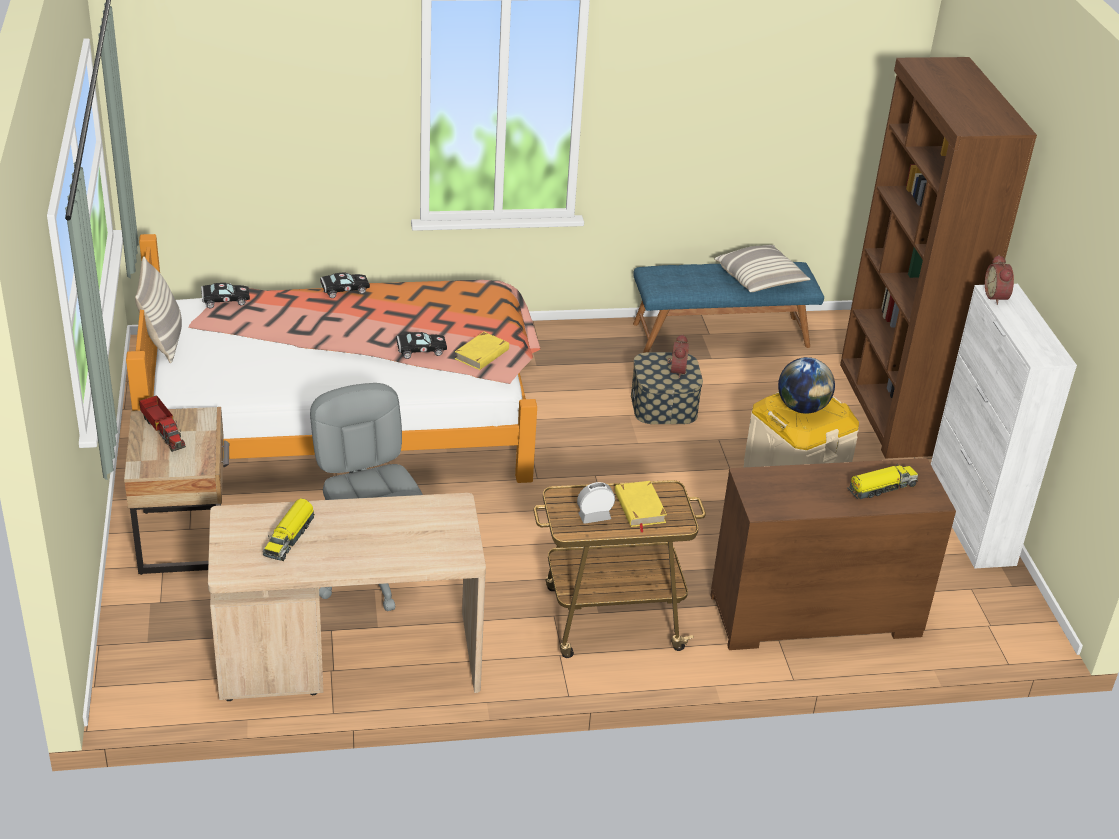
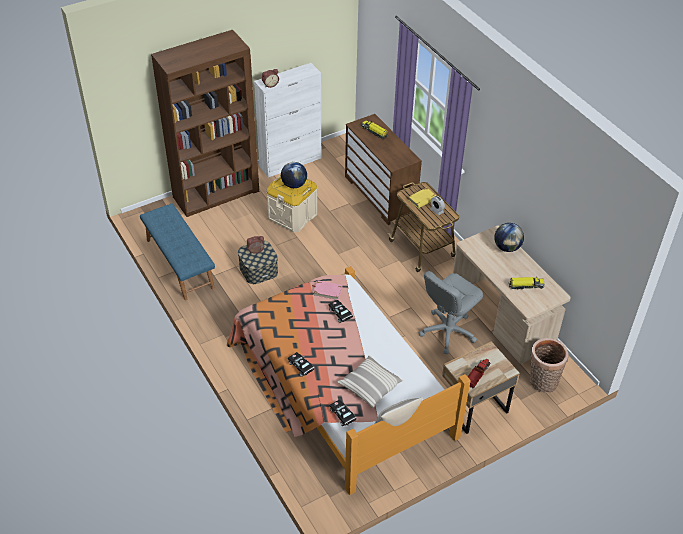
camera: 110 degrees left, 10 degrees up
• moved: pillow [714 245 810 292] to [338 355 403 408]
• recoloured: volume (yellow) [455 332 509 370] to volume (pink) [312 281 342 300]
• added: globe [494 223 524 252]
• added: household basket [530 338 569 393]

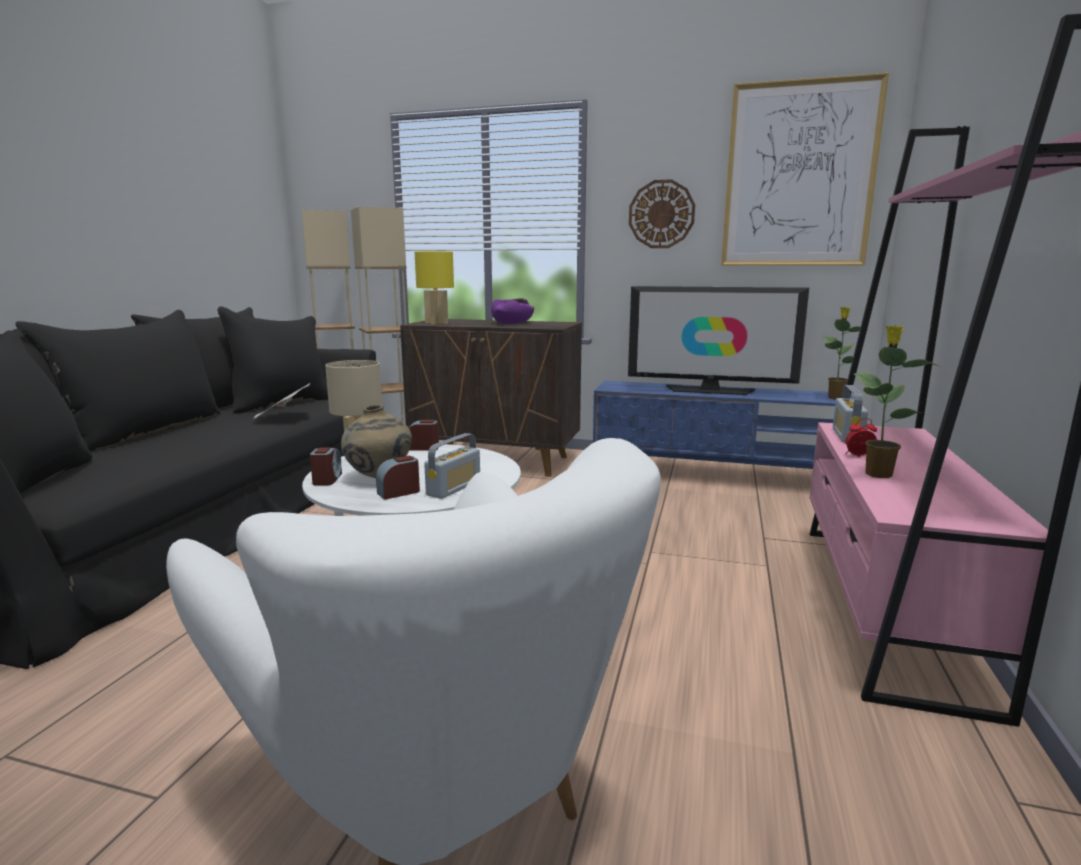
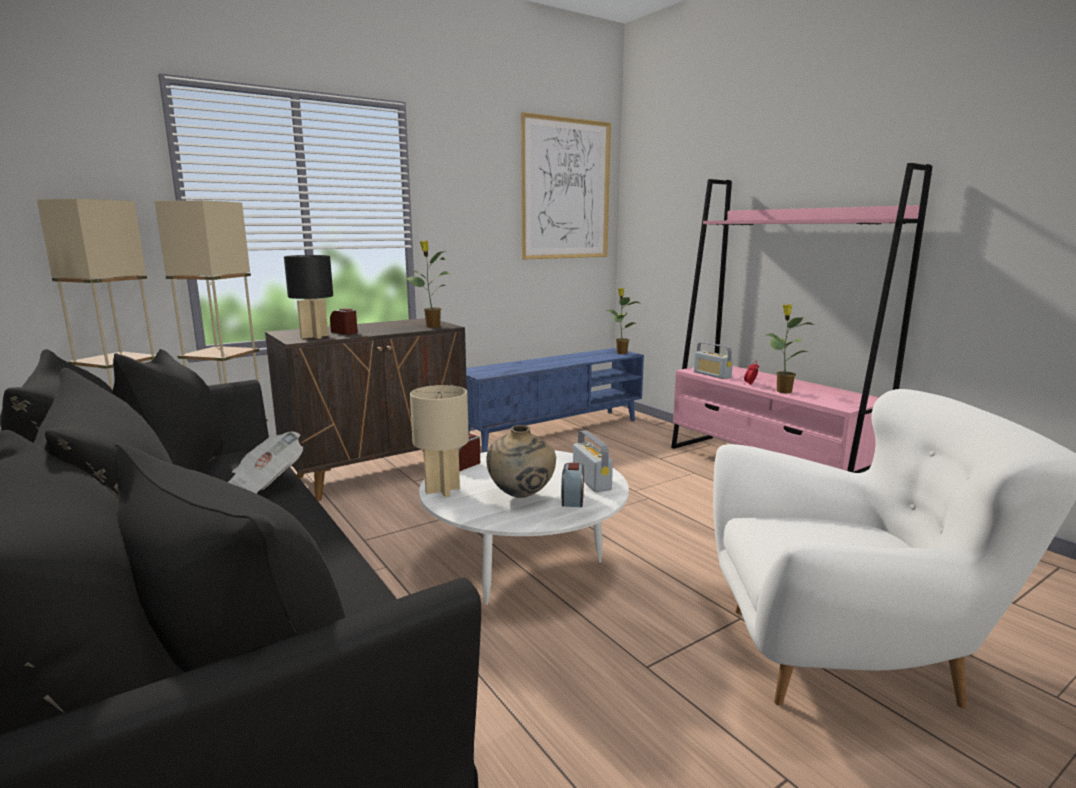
camera: 50 degrees left, 0 degrees up
• removed: hanging clock [629 179 695 248]
• recoloured: tabletop lamp (yellow) [415 251 454 325] to tabletop lamp (blackish) [284 255 333 339]
• removed: television [628 286 809 395]
• removed: bowl (purple) [491 298 534 324]
• moved: table clock [310 447 342 486] to [330 308 358 335]
• added: plant in a pot [406 241 451 328]

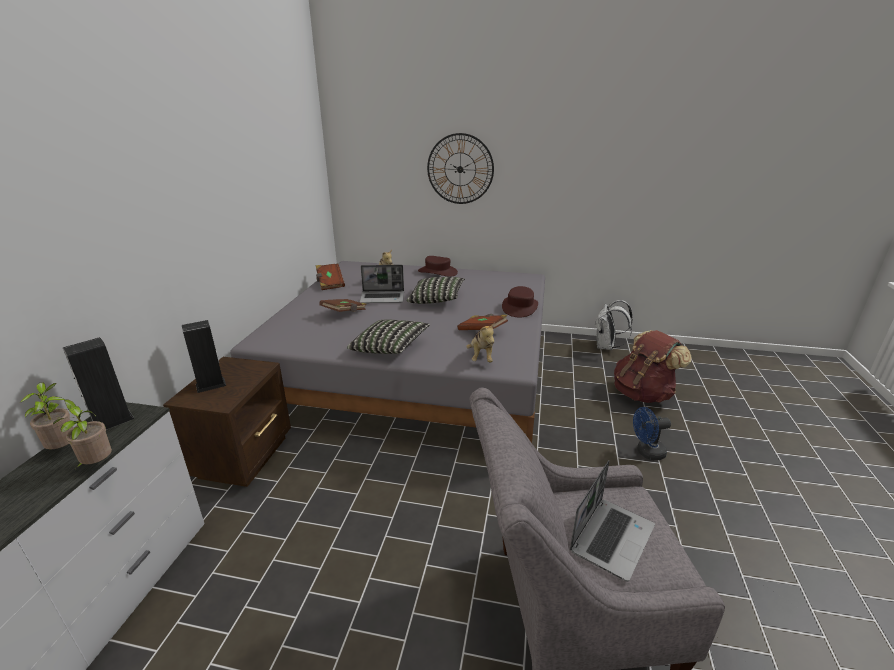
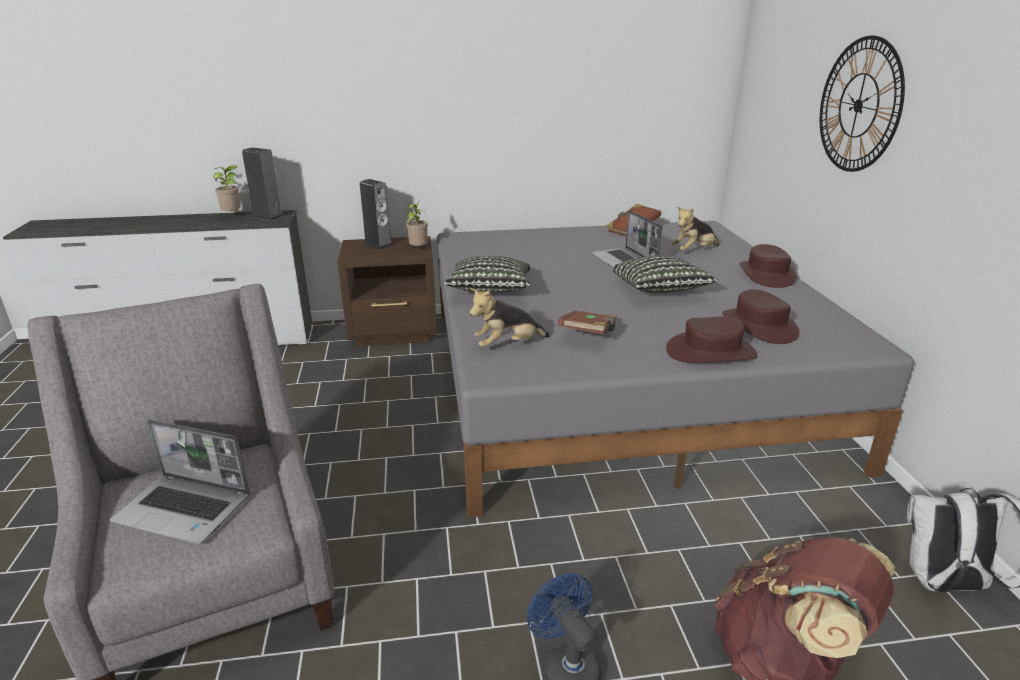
camera: 70 degrees right, 0 degrees up
• removed: volume (brownish) [319 299 367 312]
• moved: plant in a pot [47 399 112 468] to [406 201 428 246]
• added: wearable hat (brownish) [722 289 800 344]

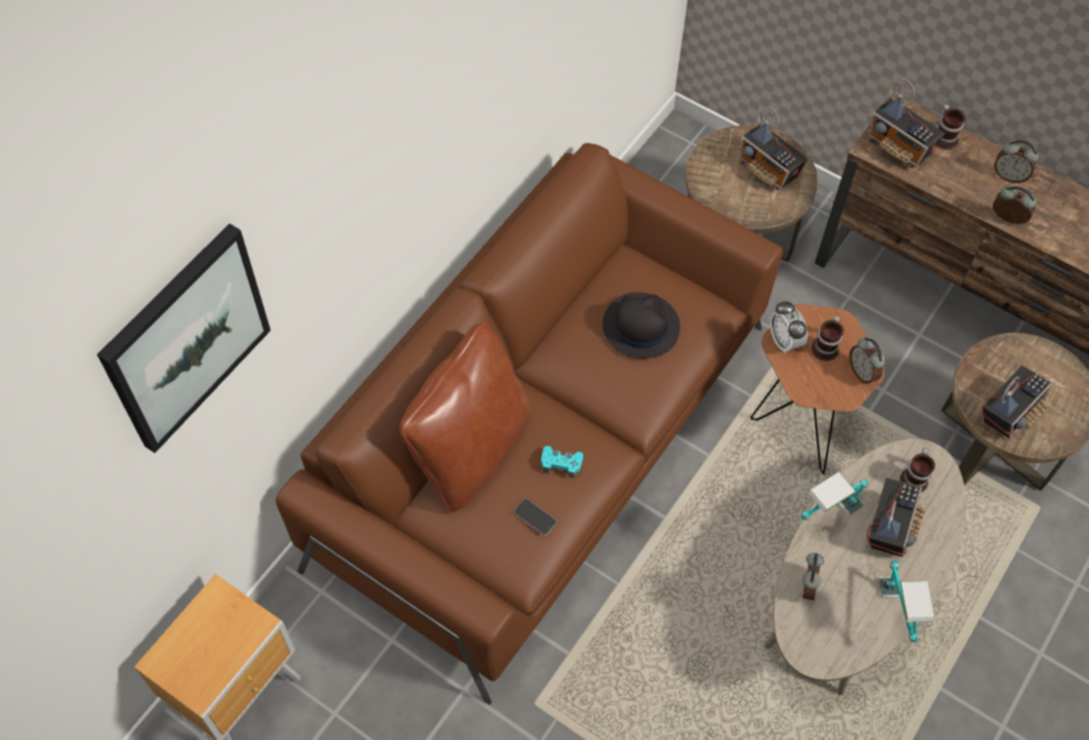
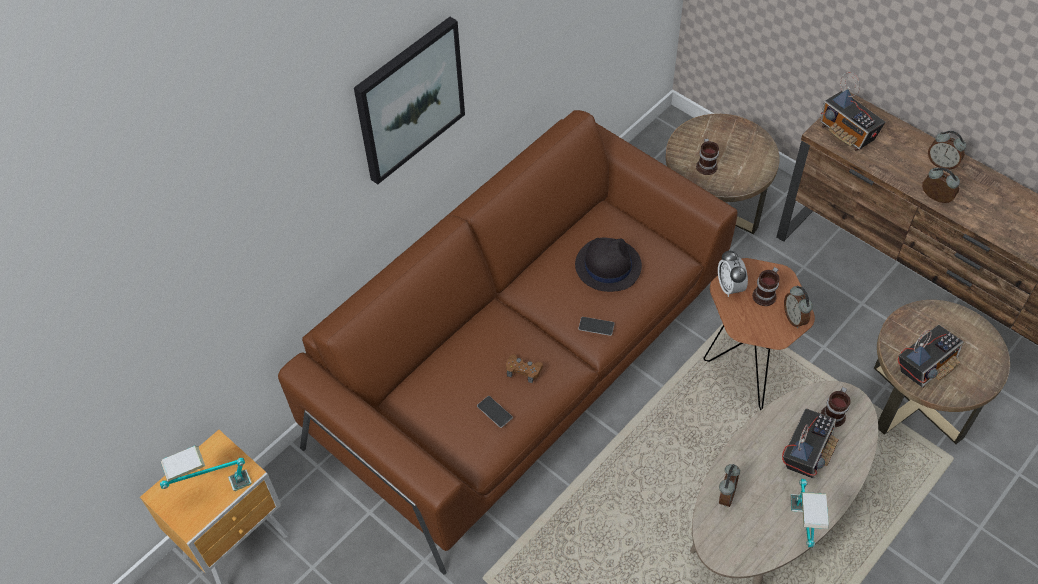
camera: 10 degrees right, 5 degrees down
• moved: mug [937 104 965 150] to [696 138 719 175]
• removed: radio receiver [739 106 808 190]
• moved: picture [97 223 271 453] to [354 17 465 185]
• removed: pillow (brownish) [399 322 530 513]
• recoloured: gamepad (turquoise) [541 446 583 478] to gamepad (brownish) [506 355 543 383]
• moved: tabletop lamp [801 472 868 520] to [160 446 252 491]
• added: handset [579 317 615 336]

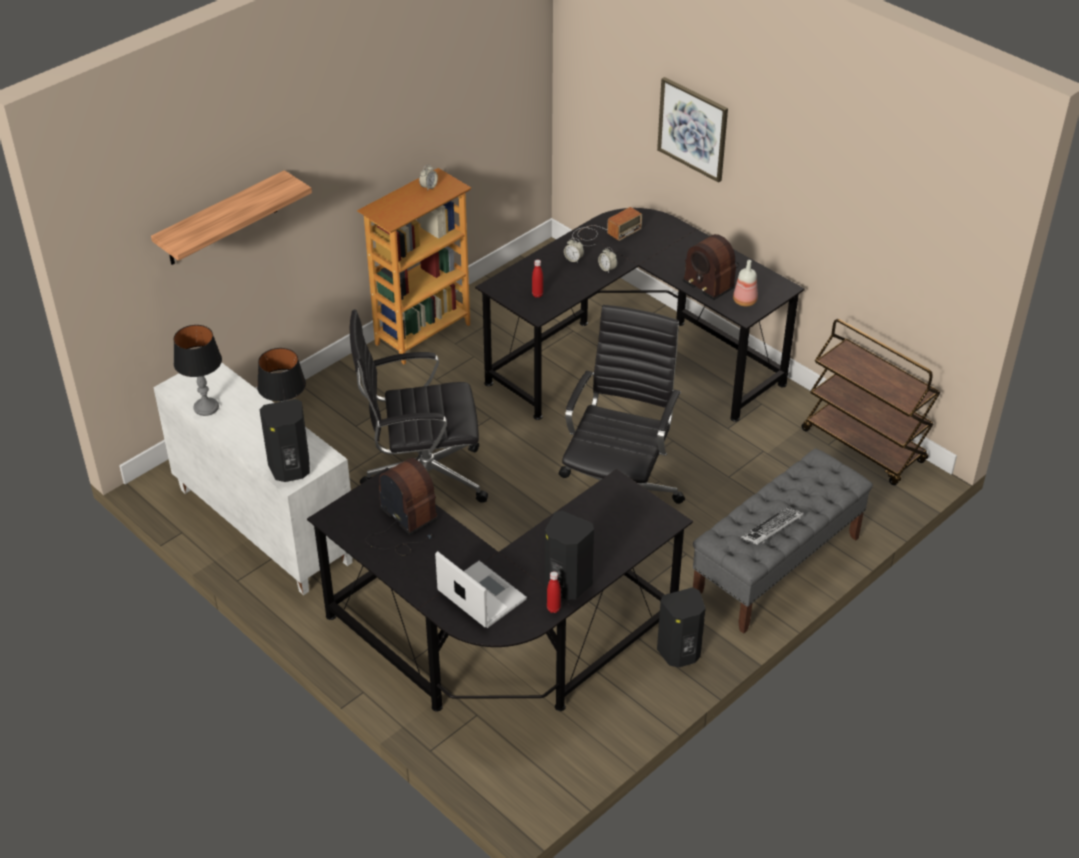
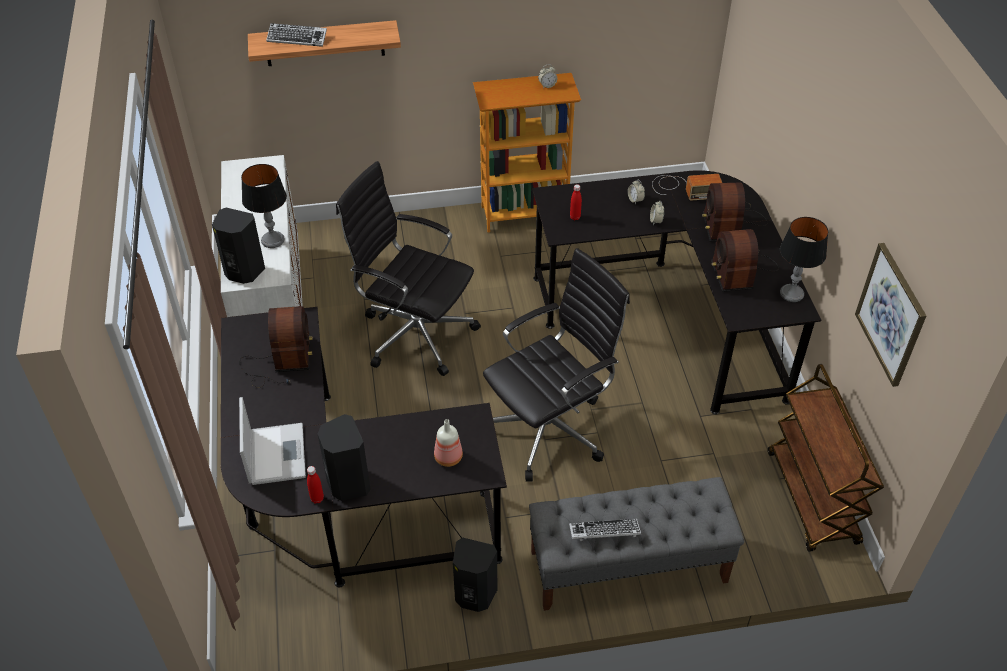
camera: 35 degrees right, 5 degrees up
• moved: picture [657 77 728 183] to [855 243 926 387]
• moved: bottle [733 260 758 307] to [434 419 463 467]
• moved: tabletop lamp [174 325 222 416] to [780 217 828 302]
• added: keyboard [266 23 327 47]
• added: radio receiver [702 183 767 241]

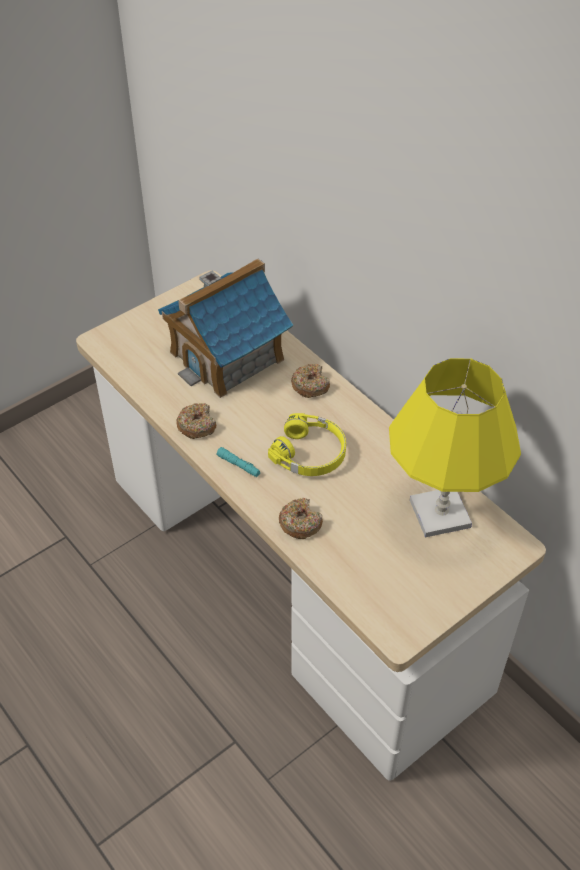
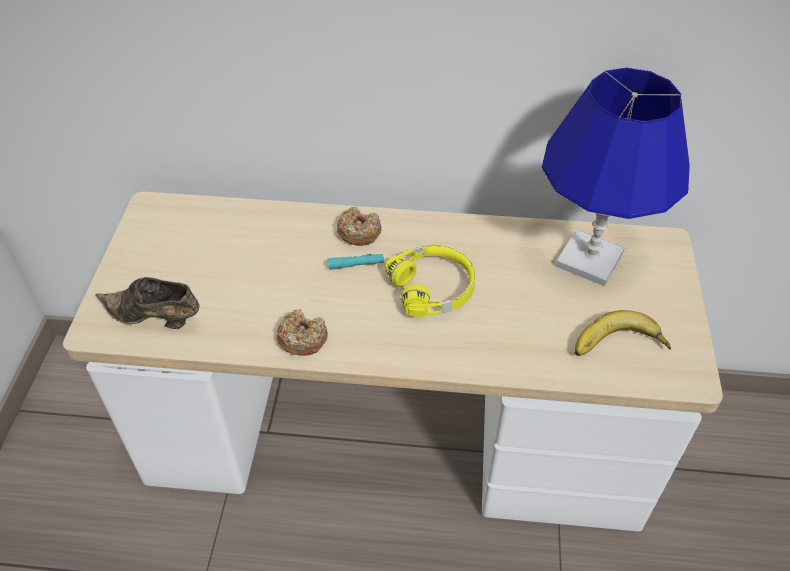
camera: 45 degrees left, 0 degrees up
• removed: miniature house [158 258 293 398]
• recoloured: tabletop lamp (yellow) [389 358 521 537] to tabletop lamp (blue) [542 67 690 286]
• moved: flashlight (turquoise) [216 447 260 477] to [328 254 384 270]
• removed: doughnut [279 498 323 539]
• added: shoe (brownish) [95 277 199 329]
• added: whole banana [575 310 671 356]

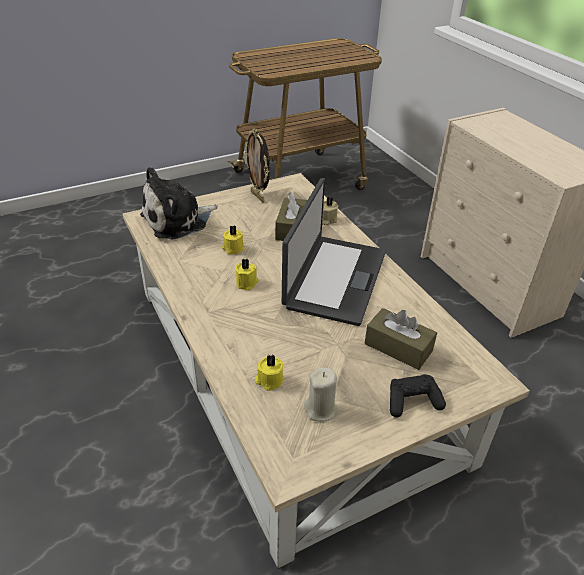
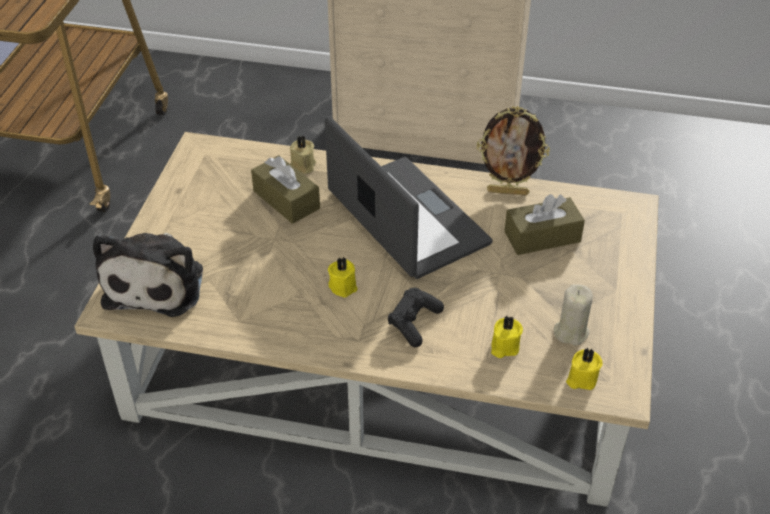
camera: 50 degrees left, 5 degrees up
• moved: standing frame [244 128 270 203] to [477 106 550 195]
• moved: wax candle (yellow) [222 225 244 254] to [566 347 603 390]
• moved: gamepad (blackish) [390 374 446 417] to [388 288 444 347]

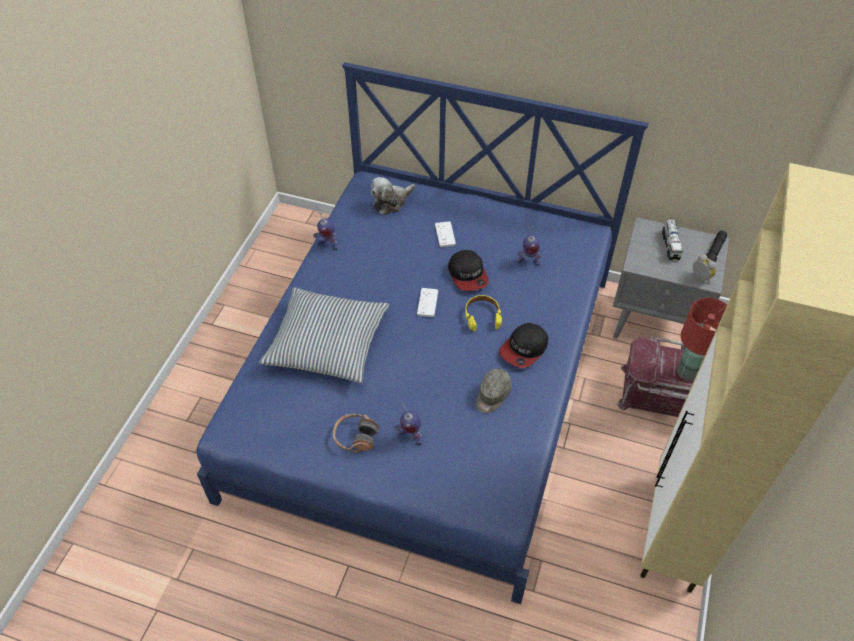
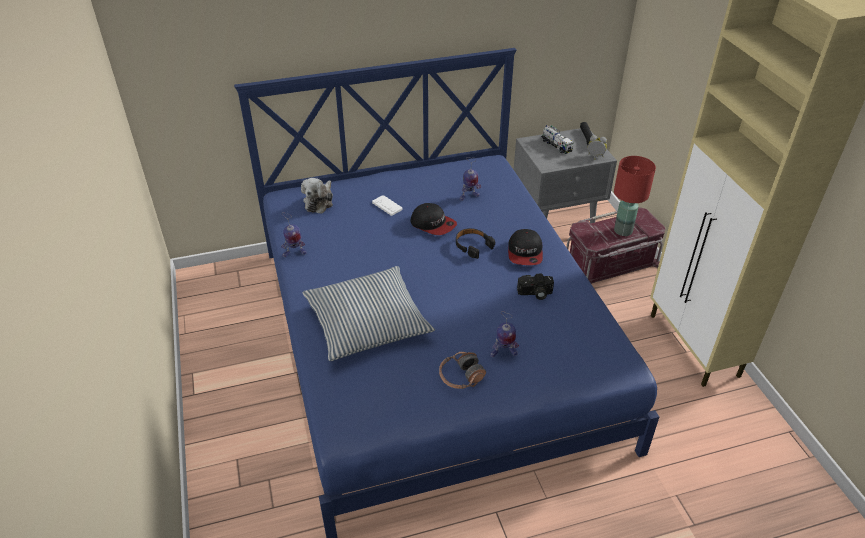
camera: 35 degrees left, 10 degrees down
• removed: gamepad (white-coloured) [417 288 438 317]
• recoloured: headset (yellow) [465 295 502 332] to headset (blackish) [456 228 495 259]
• replaced: cap (grey) [476 369 511 413] to still camera [517 274 554 300]

